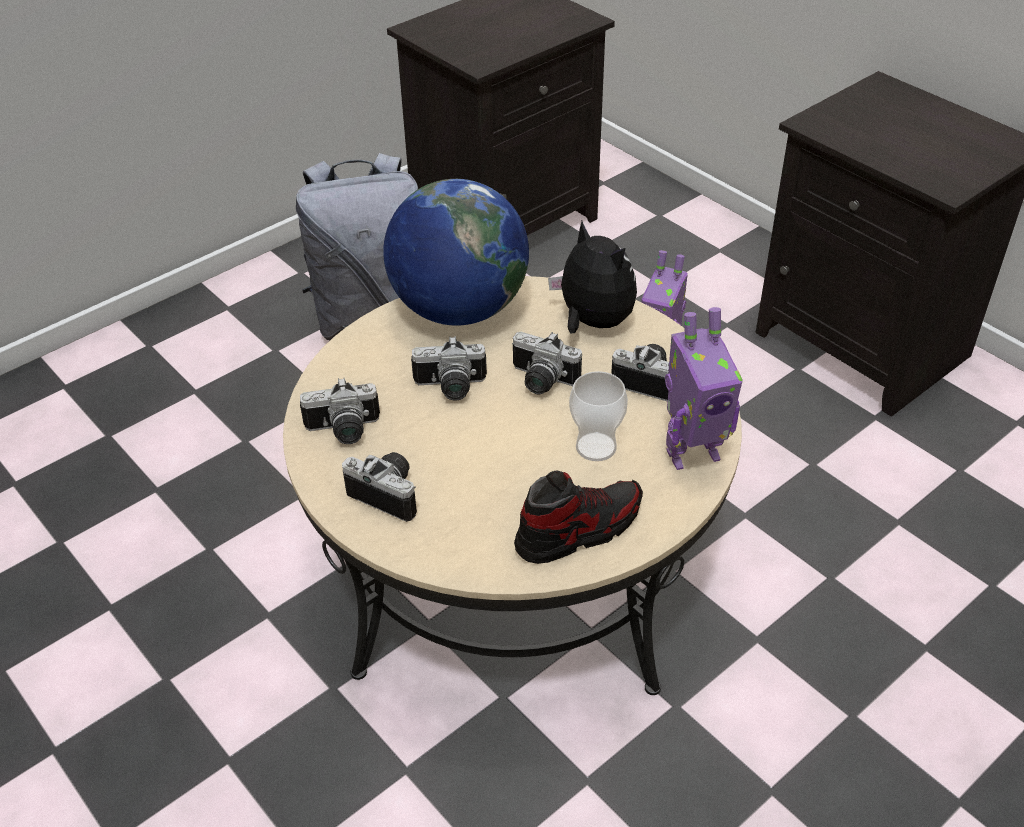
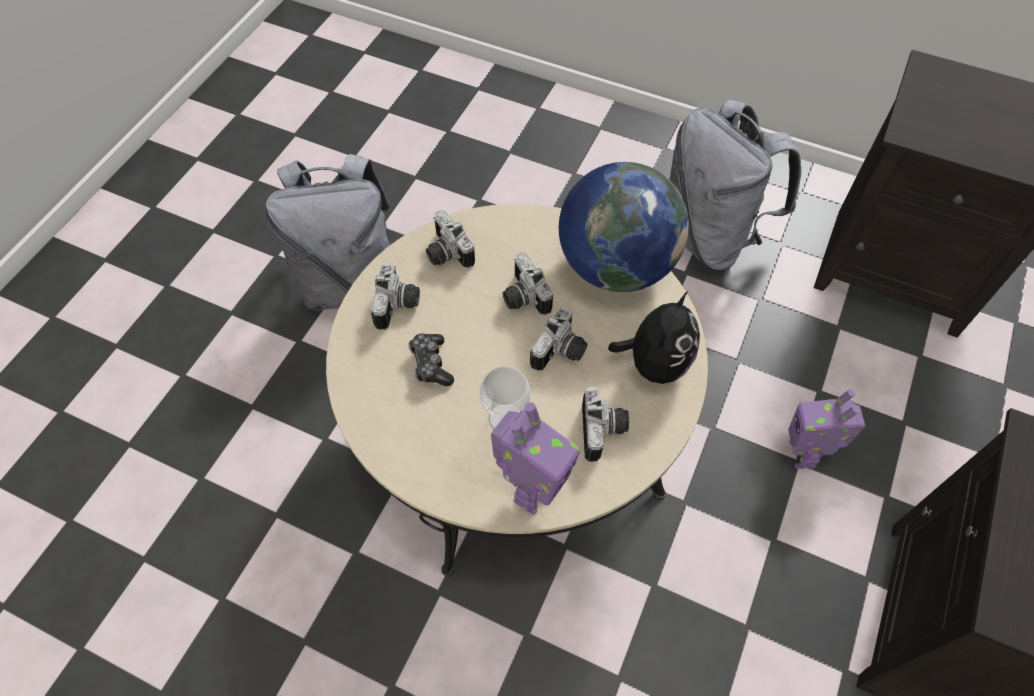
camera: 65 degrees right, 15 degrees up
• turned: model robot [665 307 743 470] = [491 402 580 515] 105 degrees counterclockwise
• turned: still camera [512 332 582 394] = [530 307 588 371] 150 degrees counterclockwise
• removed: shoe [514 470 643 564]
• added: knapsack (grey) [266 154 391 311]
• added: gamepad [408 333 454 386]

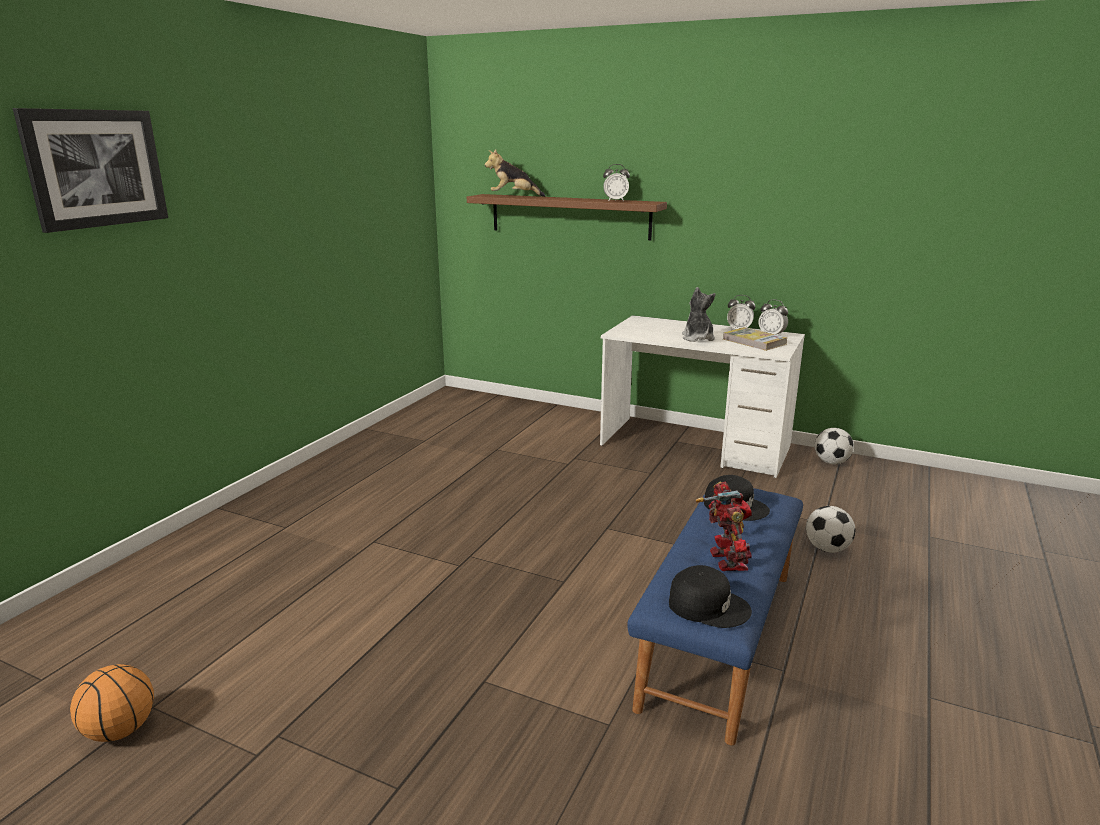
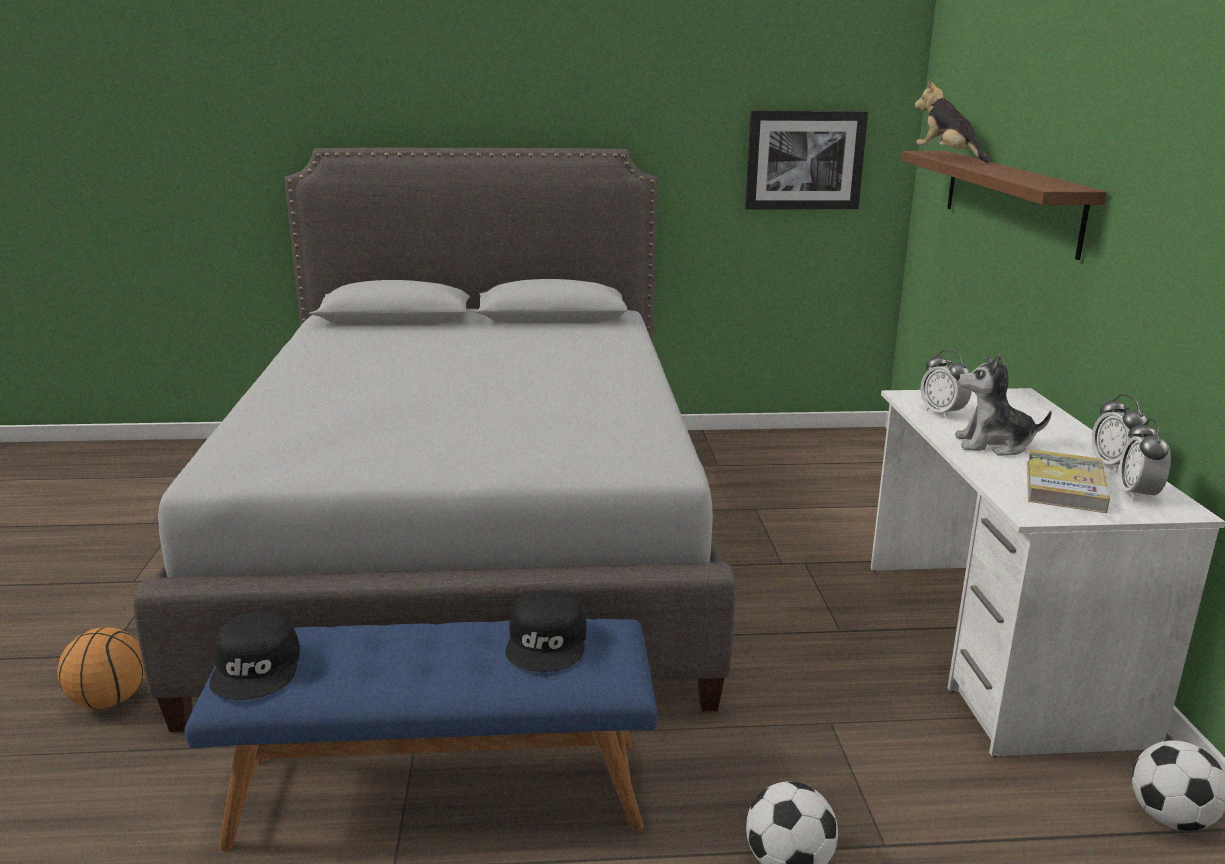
camera: 60 degrees right, 0 degrees up
• moved: picture [13 108 168 233] to [745 110 868 210]
• moved: table clock [603 164 630 201] to [921 350 972 419]
• turned: cuddly toy [682 287 716 342] = [955 354 1052 456] 135 degrees counterclockwise
• removed: model robot [696 481 752 571]
• moved: basketball [70 664 154 742] to [57 627 145 709]
• added: bedroom bed (grey) [133 147 735 732]

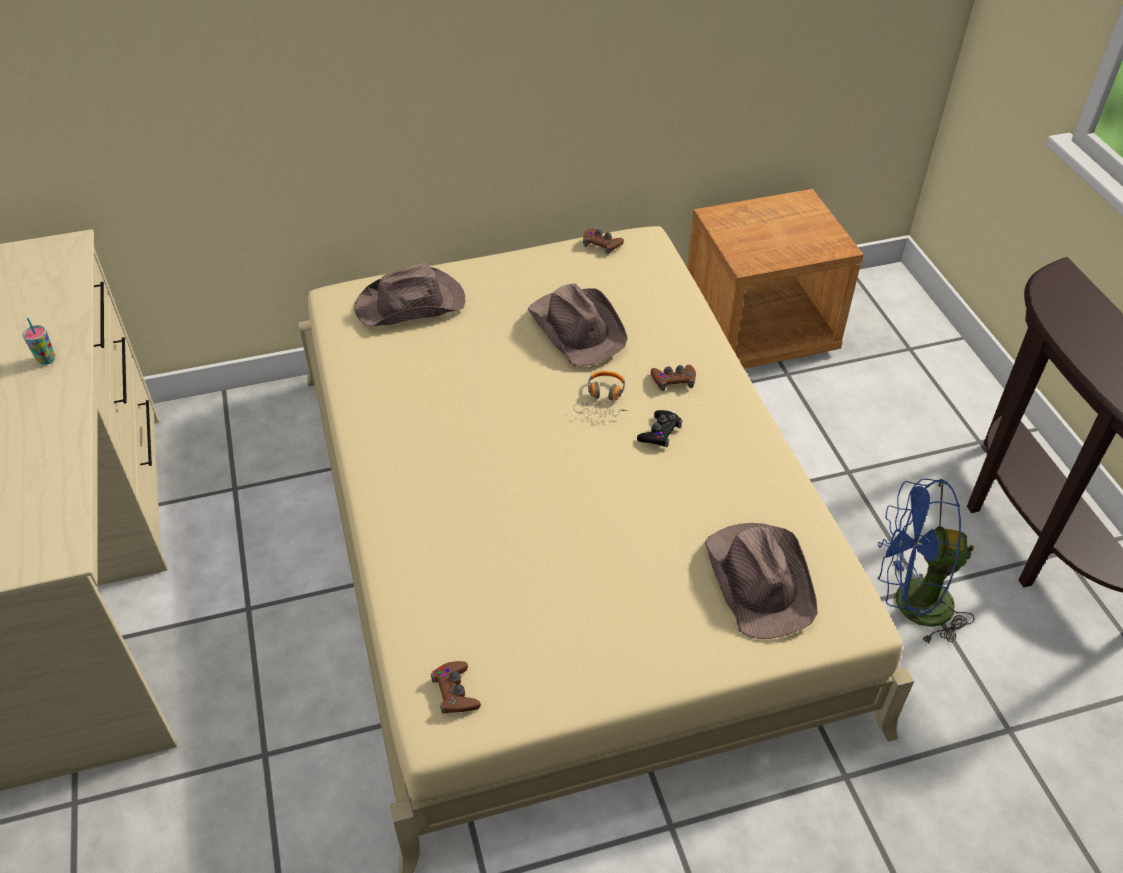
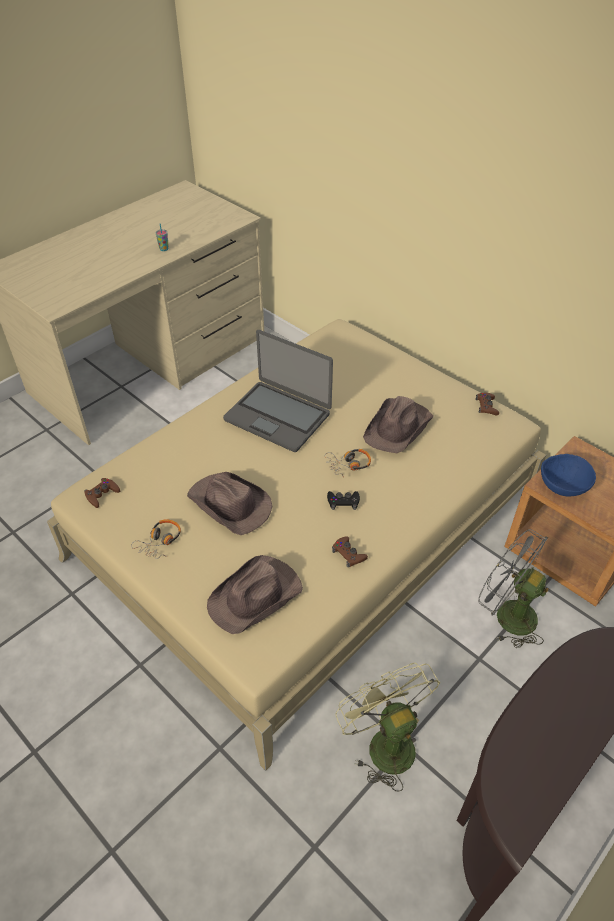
camera: 60 degrees right, 0 degrees up
• moved: wearable hat (brownish) [354 263 465 326] to [187 472 272 535]
• moved: gamepad (brownish) [651 365 696 391] to [332 536 368 568]
• recoloured: cooling fan (blue) [877 479 975 645] to cooling fan (green) [336 663 440 792]
• added: laptop [223 330 333 452]
• added: bowl (blue) [541 454 596 497]
• added: headset [131 519 181 559]
• added: cooling fan (grey) [478 529 548 648]

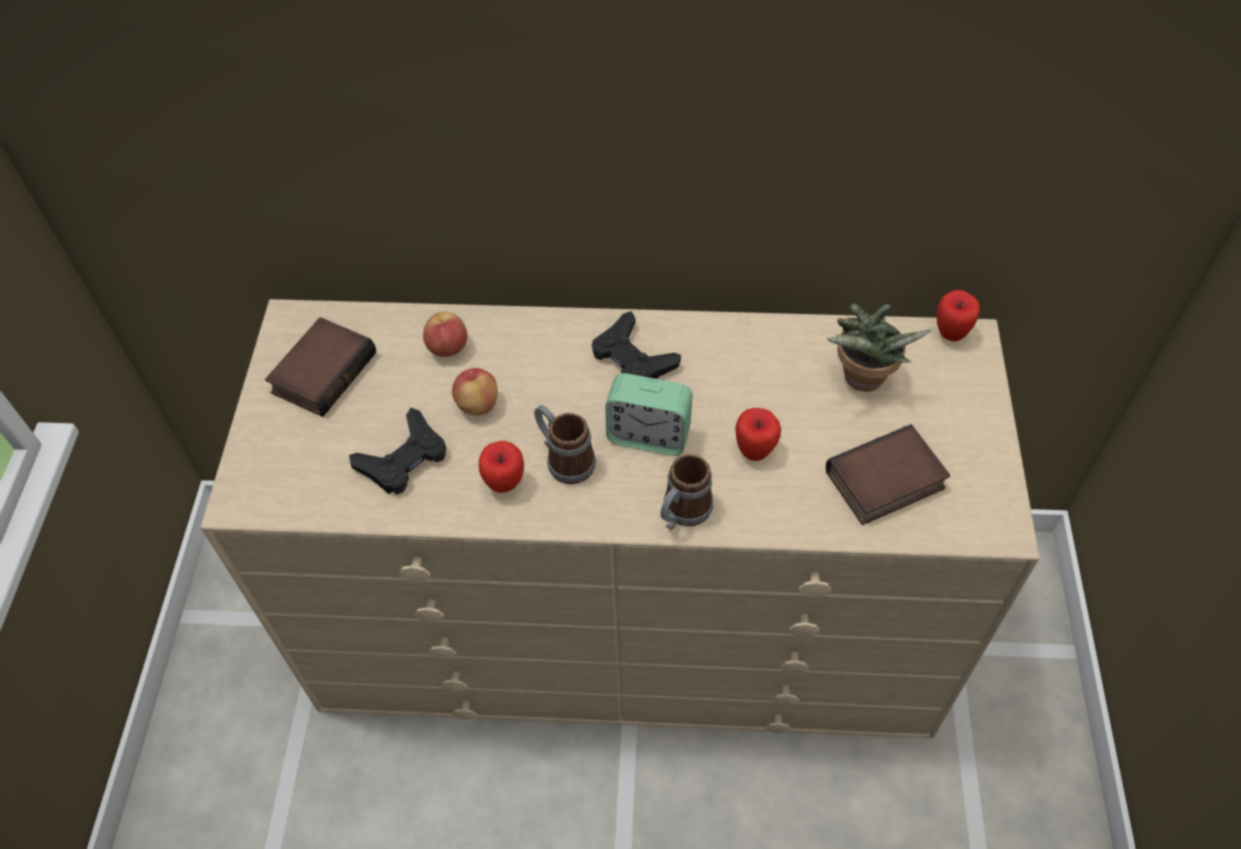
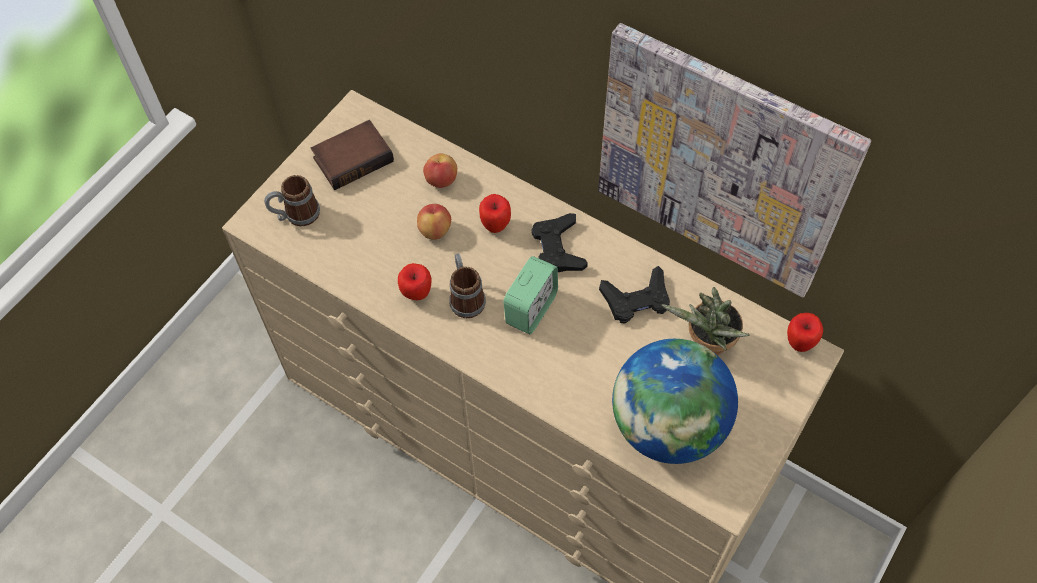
camera: 30 degrees right, 5 degrees up
• turned: table clock [605 373 692 456] = [503 256 558 334] 105 degrees counterclockwise
• moved: gamepad (blackish) [349 408 446 495] to [599 266 670 323]
• moved: apple [735 408 781 461] to [479 194 511 233]
• replaced: volume [826 424 950 525] to globe [612 339 738 464]
• moved: mug [660 454 713 530] to [264 175 320 226]
• added: picture [598 23 871 297]

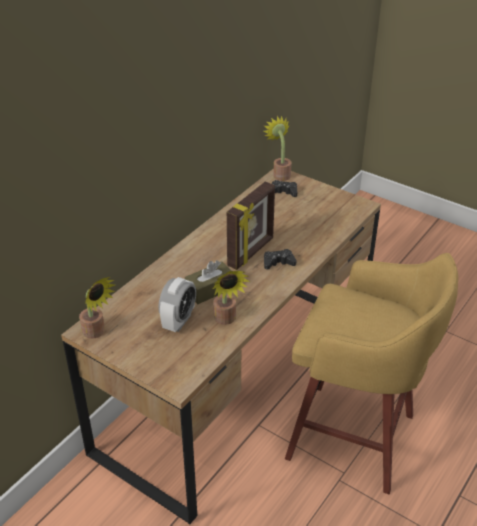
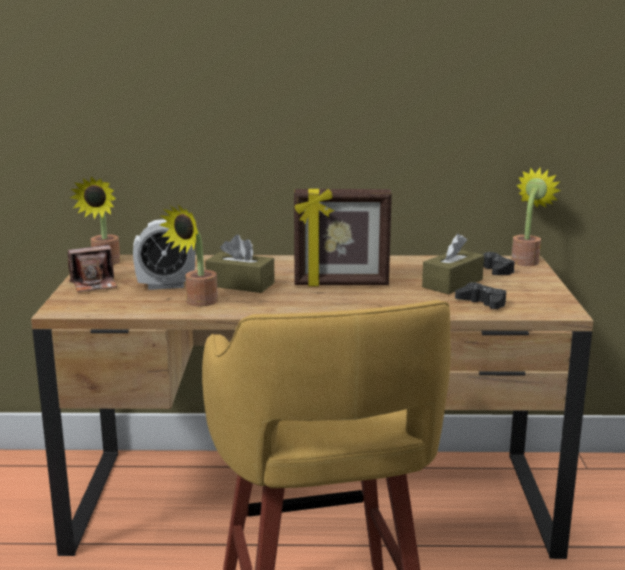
camera: 55 degrees right, 20 degrees down
• moved: gamepad (blackish) [264 249 297 269] to [455 283 506 309]
• added: tissue holder (brownish) [422 234 484 294]
• added: still camera [67 245 117 292]

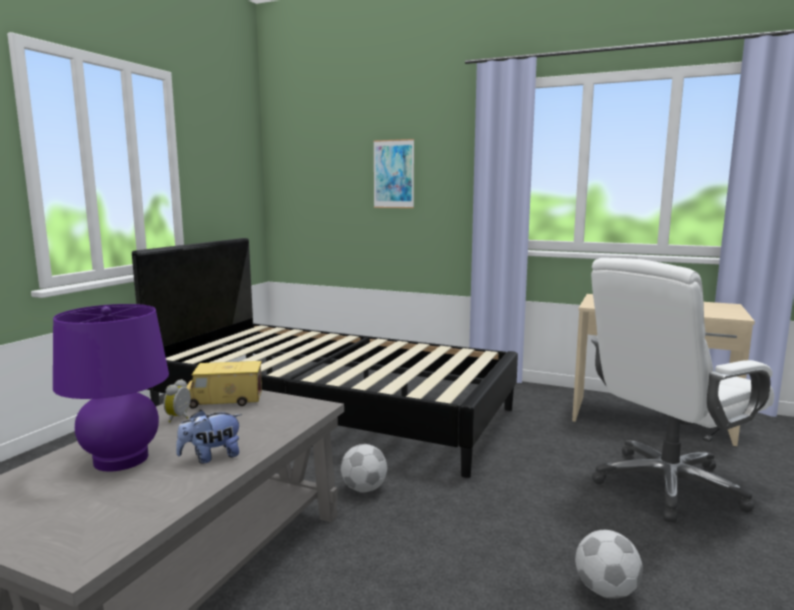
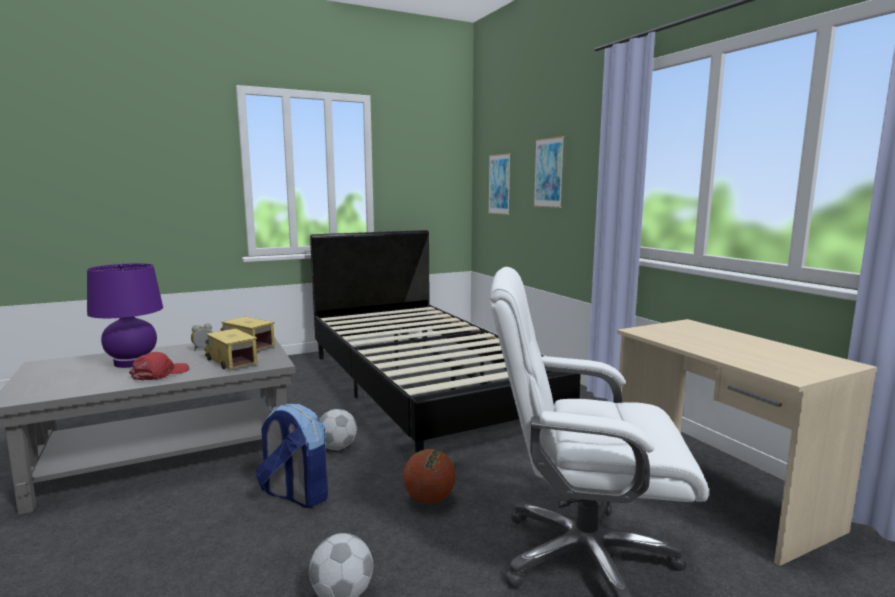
camera: 40 degrees right, 0 degrees up
• replaced: cuddly toy [176 410 242 464] to cap (reddish) [129 352 189 380]
• added: picture [488 153 511 215]
• added: toy truck [205 328 257 369]
• added: knapsack [255 404 328 508]
• added: basketball [403 449 456 504]

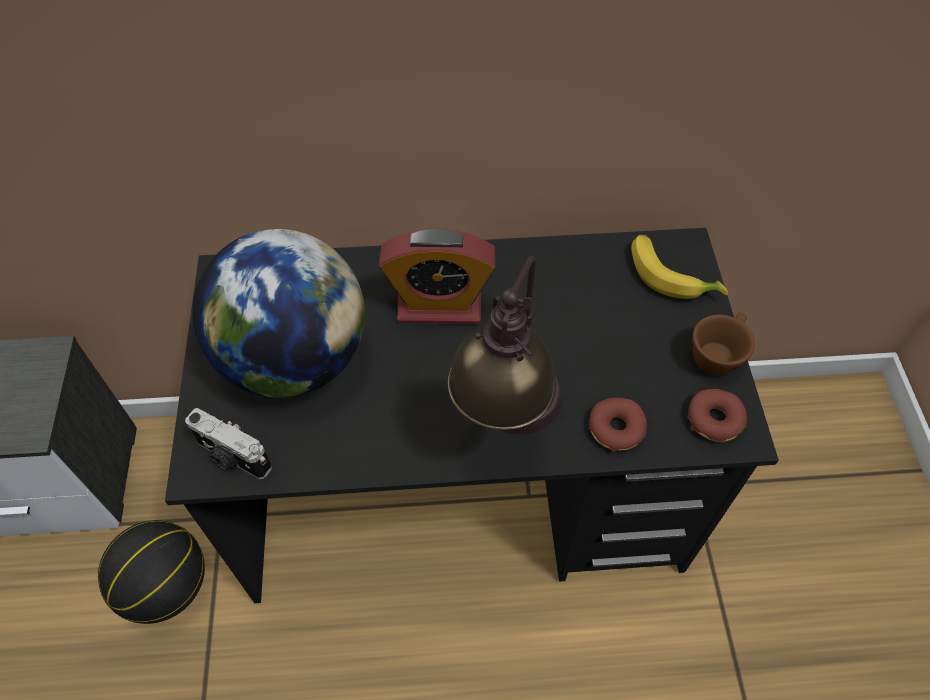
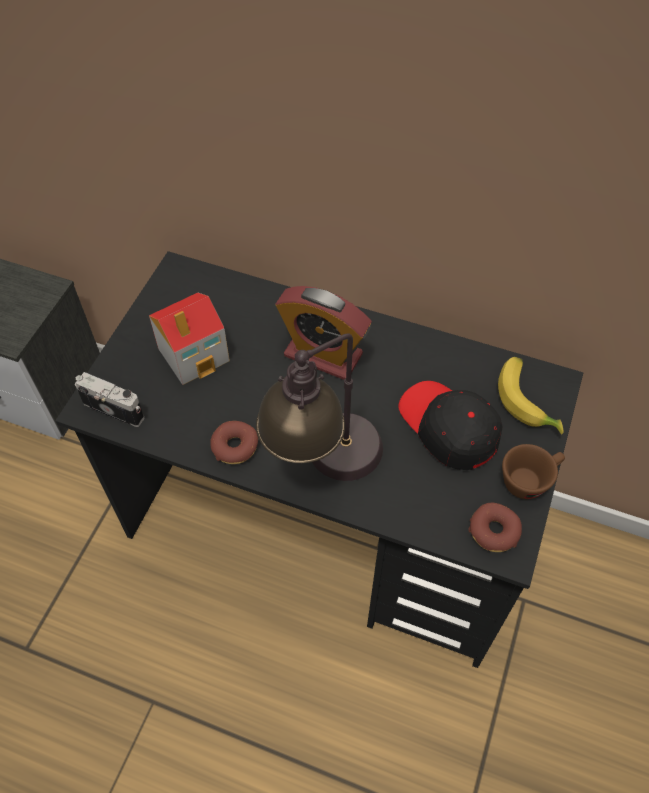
camera: 25 degrees right, 0 degrees up
• replaced: globe [192 229 365 397] to miniature house [149 293 230 385]
• moved: doughnut [589 398 647 452] to [210 421 258 464]
• turned: still camera [185 408 272 479] = [75 372 144 427] 150 degrees clockwise
• removed: basketball [98 520 205 624]
• added: cap (blackish) [398 381 502 470]

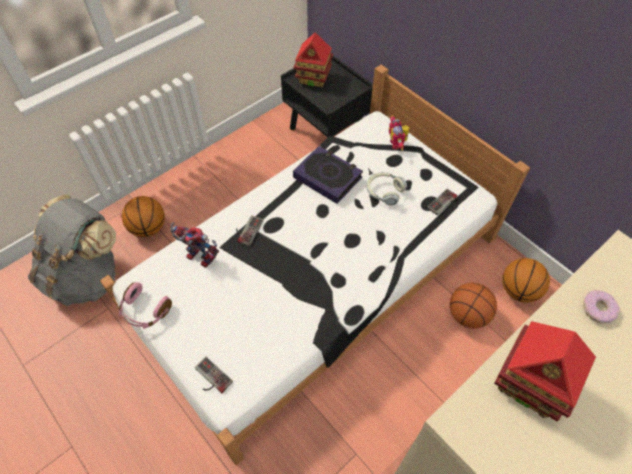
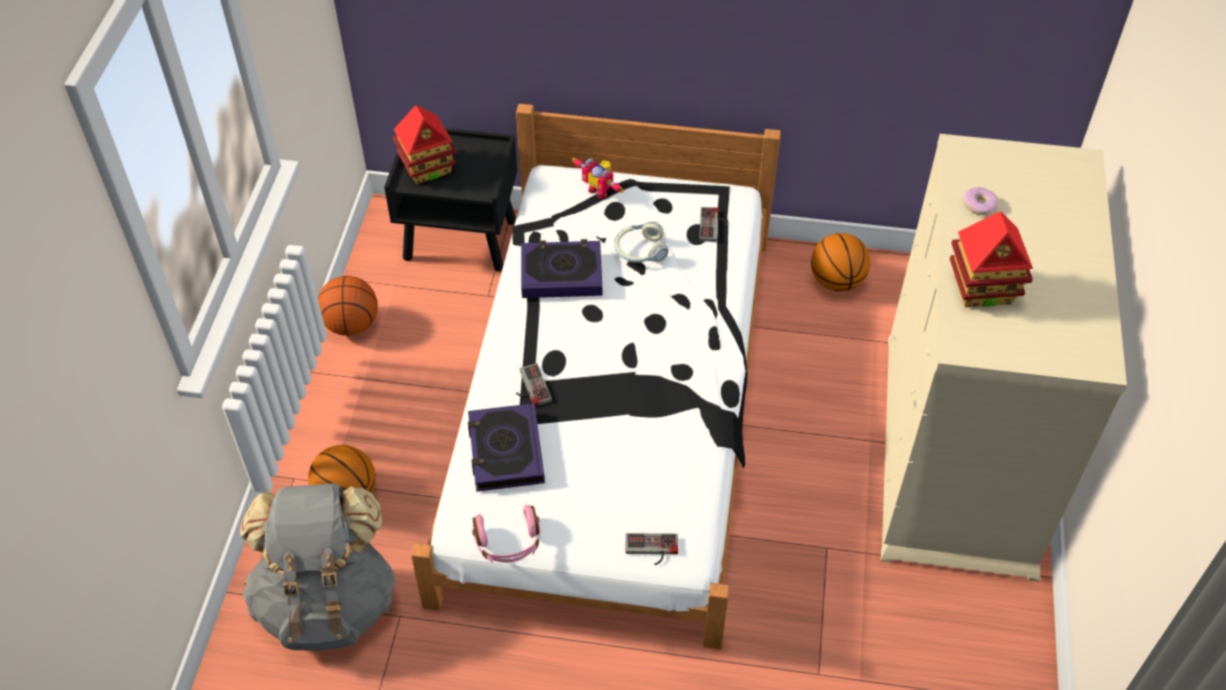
camera: 40 degrees left, 5 degrees down
• replaced: model robot [170 222 219 268] to volume [468 403 545 492]
• moved: basketball [450 283 497 329] to [318 276 378 336]

